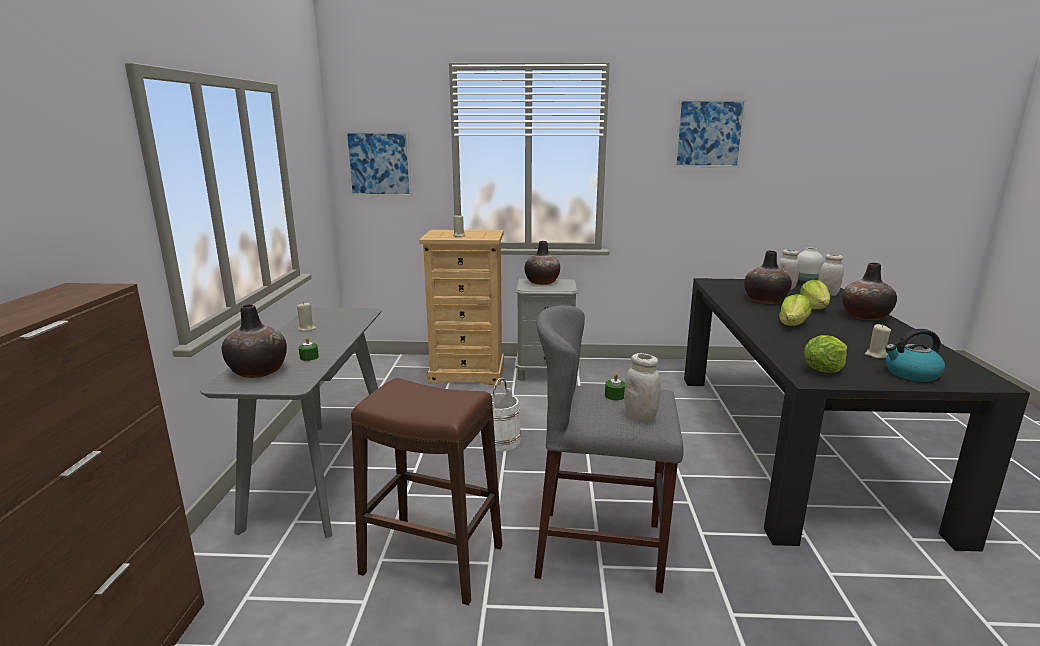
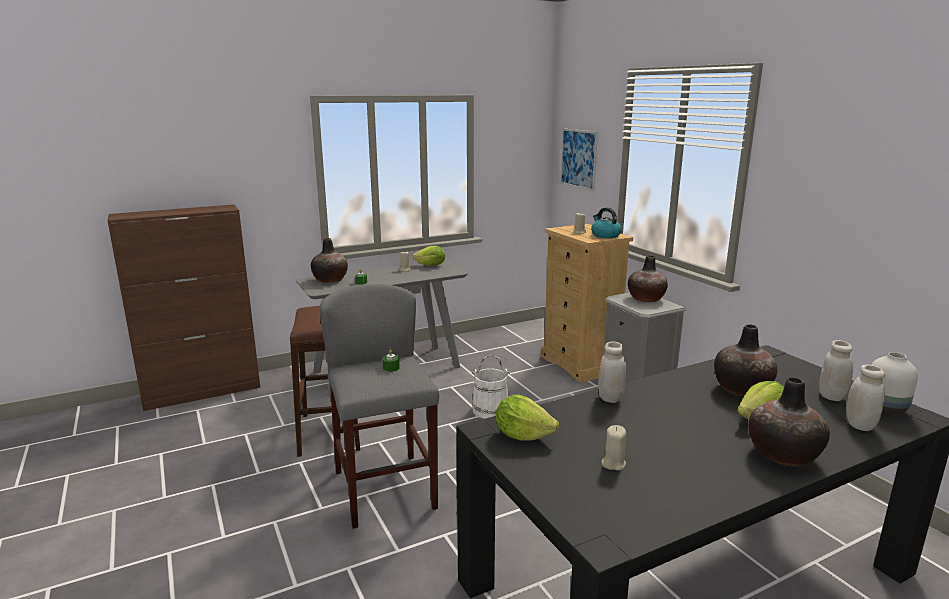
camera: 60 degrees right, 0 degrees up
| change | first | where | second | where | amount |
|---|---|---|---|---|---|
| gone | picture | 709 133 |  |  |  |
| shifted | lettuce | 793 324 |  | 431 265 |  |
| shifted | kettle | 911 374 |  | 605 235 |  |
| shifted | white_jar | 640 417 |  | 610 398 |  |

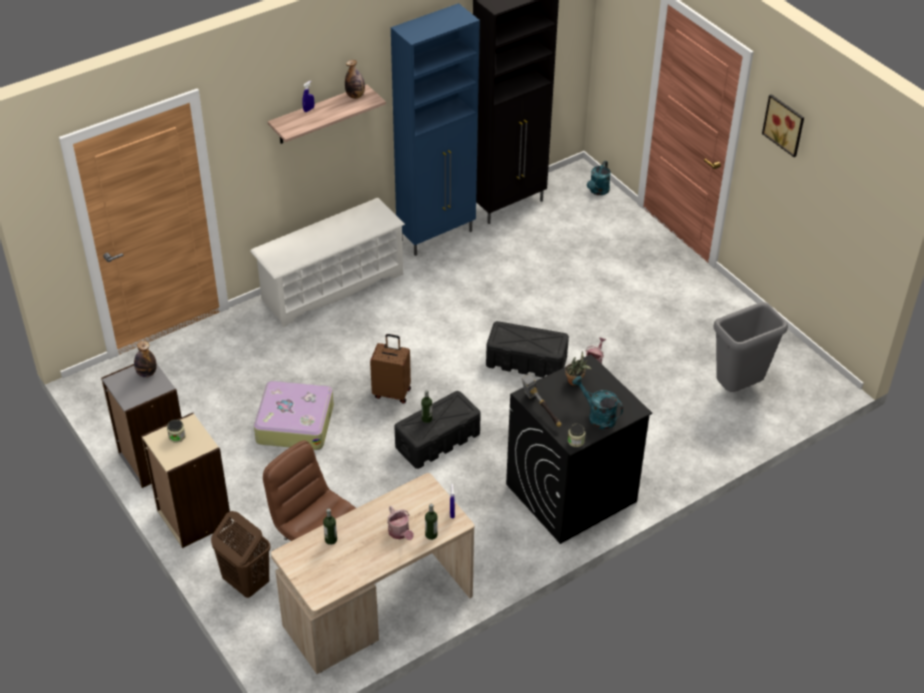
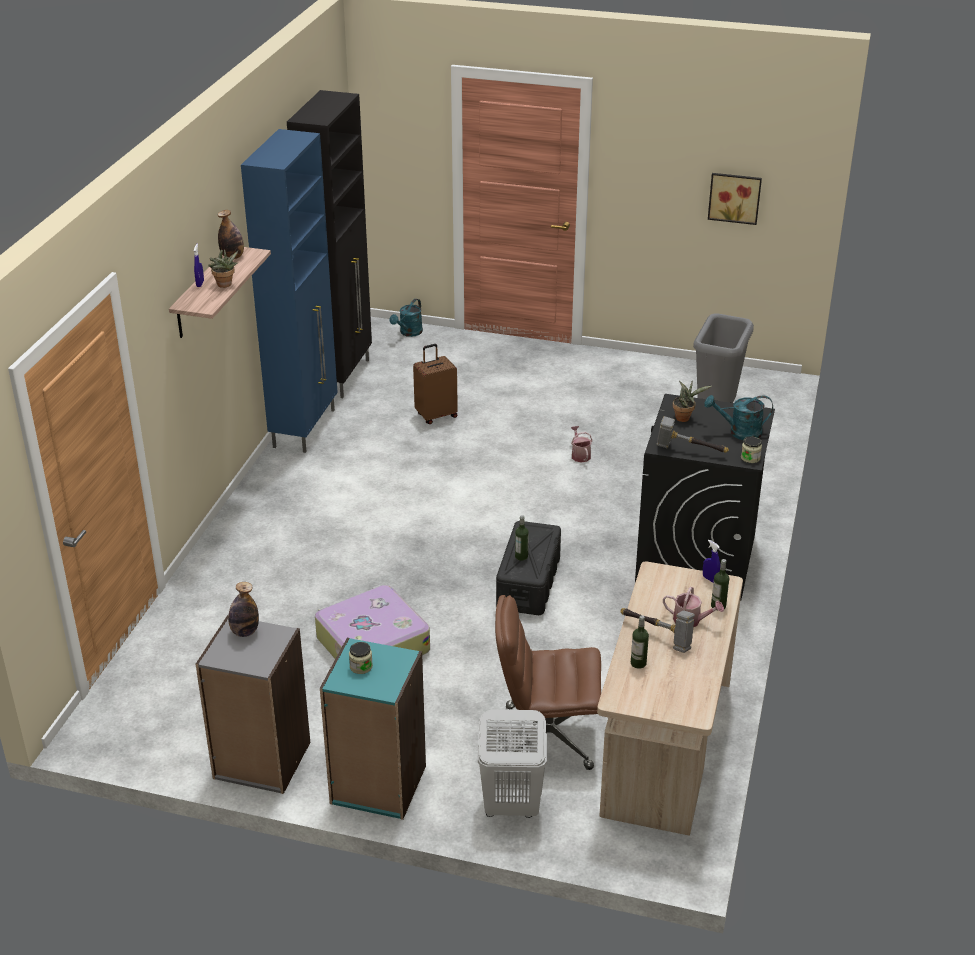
camera: 40 degrees left, 10 degrees down
| change | first | where | second | where | amount |
|---|---|---|---|---|---|
| shifted | picture | 785 124 |  | 734 197 |  |
| rotated | turquoise_watering_can | 598 191 |  | 408 333 | 45 degrees clockwise |
| gone | white_shoe_rack | 332 286 |  |  |  |
| gone | black_storage_box | 527 362 |  |  |  |
| shifted | brown_suitcase | 392 392 |  | 436 415 |  |
| repainted | beige_bookcase | 193 517 | turquoise_bookcase | 377 785 |  |
| repainted | brown_laundry_basket | 246 582 | white_laundry_basket | 510 806 |  |
| new |  |  | potted_plant | 225 285 |  |
| new |  |  | hammer | 657 636 |  |

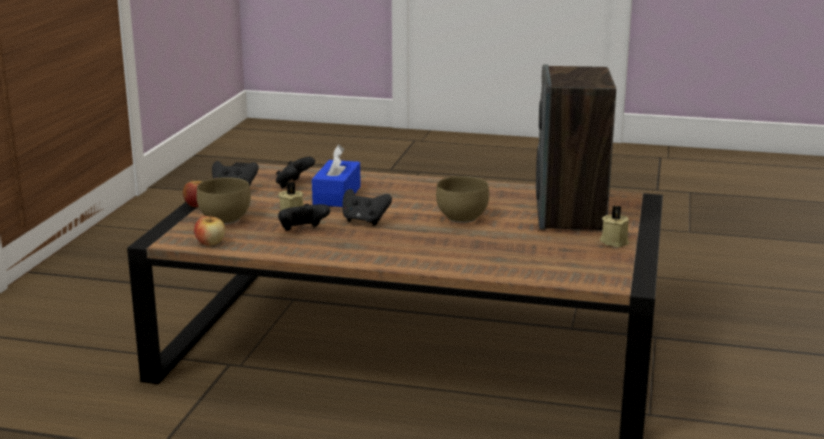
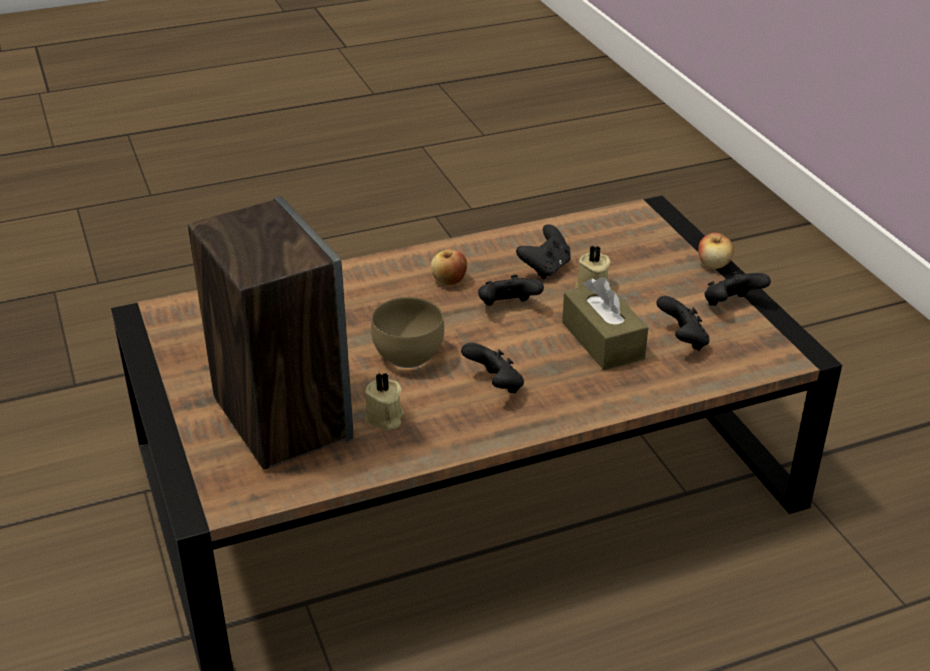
camera: 145 degrees right, 15 degrees up
| change | first | where | second | where | amount |
|---|---|---|---|---|---|
| repainted | blue_tissue_box | 337 195 | brown_tissue_box | 602 340 |  |
| gone | brown_bowl | 223 220 |  |  |  |
| shifted | beige_candle | 614 241 |  | 384 418 |  |
| shifted | apple | 210 243 |  | 449 281 |  |
| new |  |  | black_game_controller | 495 386 |  |

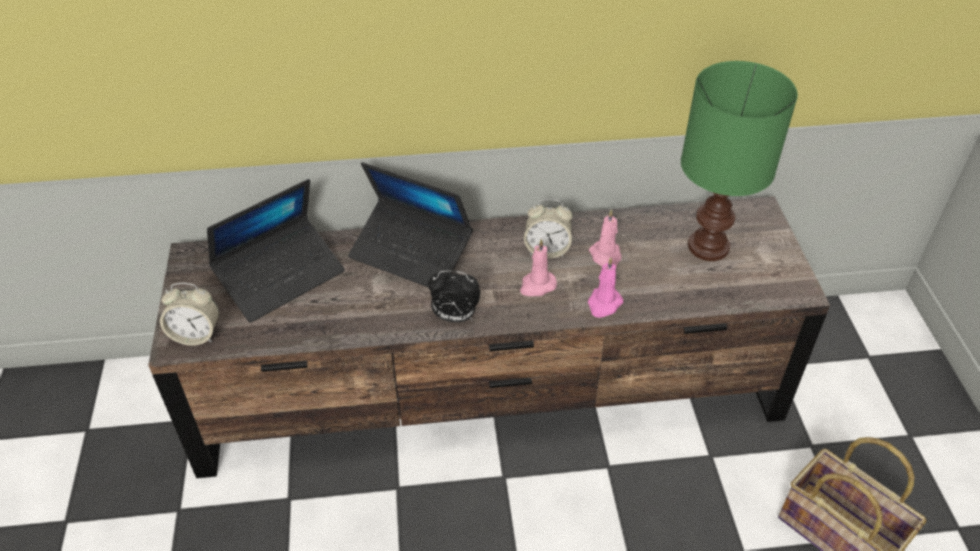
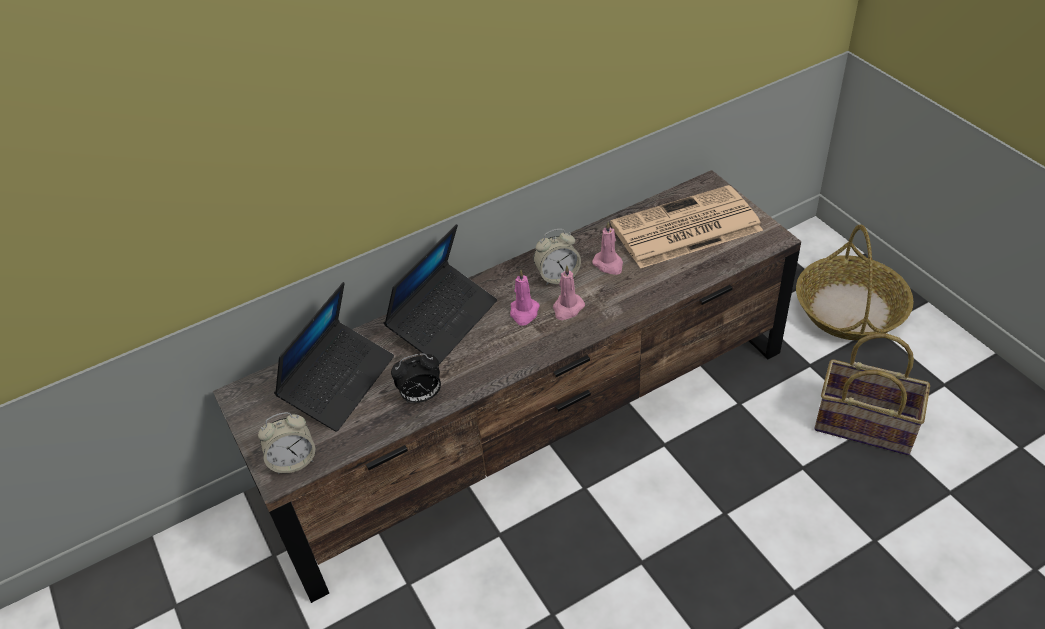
camera: 20 degrees left, 0 degrees up
| change | first | where | second | where | amount |
|---|---|---|---|---|---|
| swapped | green_table_lamp | 707 247 | newspaper | 684 229 |  |
| rotated | laptop | 411 253 |  | 443 320 | 60 degrees counterclockwise |
| shifted | pink_candle | 604 304 |  | 524 313 |  |
| shifted | alarm_clock | 454 317 |  | 421 397 |  |
| new |  |  | basket | 849 309 |  |

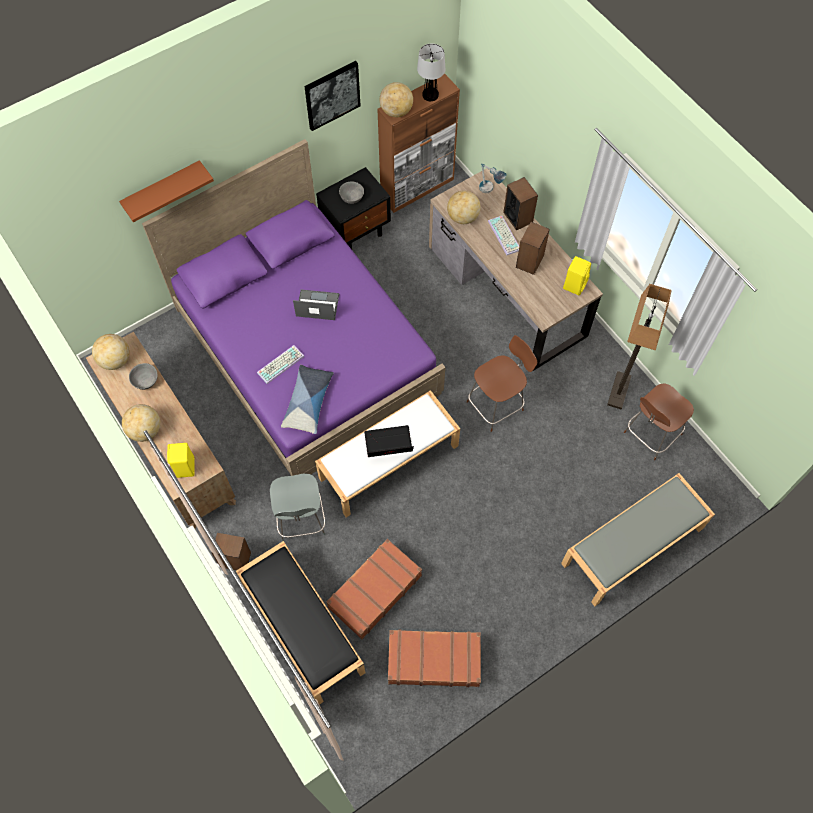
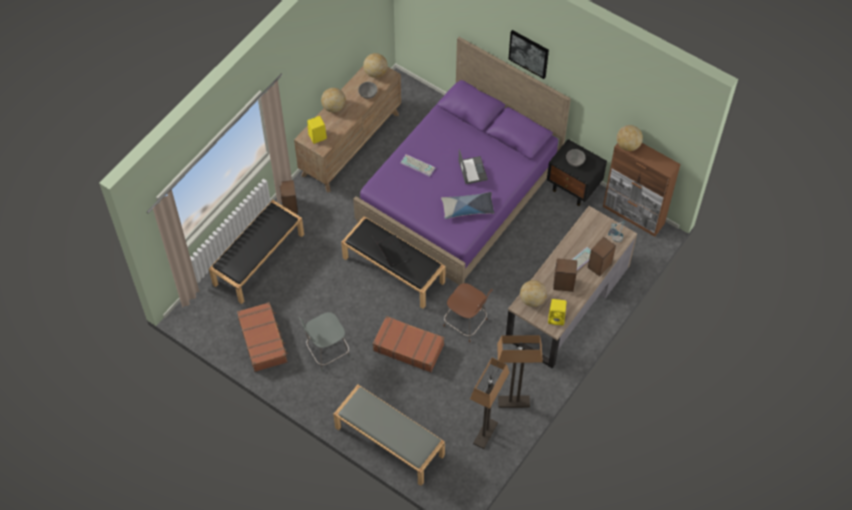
camera: 70 degrees right, 5 degrees down
| change | first | where | second | where | amount |
|---|---|---|---|---|---|
| gone | table_lamp | 430 95 |  |  |  |
| shifted | picture | 332 95 |  | 529 53 |  |
| gone | brown_shelf | 163 189 |  |  |  |
| shifted | globe | 462 217 |  | 532 300 |  |
| shifted | pillow | 308 402 |  | 467 208 |  |
| swapped | brown_chair | 651 434 | floor_lamp | 485 433 |  |
| repainted | white_bench | 389 461 | black_bench | 394 270 |  |
| shifted | grey_chair | 301 520 |  | 326 352 |  |
| shifted | brown_suitcase | 374 591 |  | 408 347 |  |

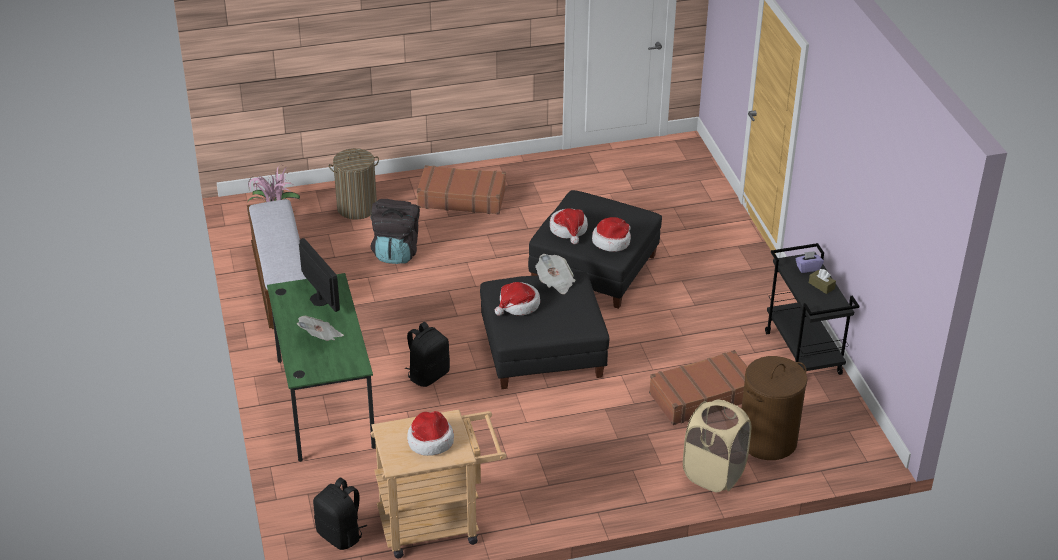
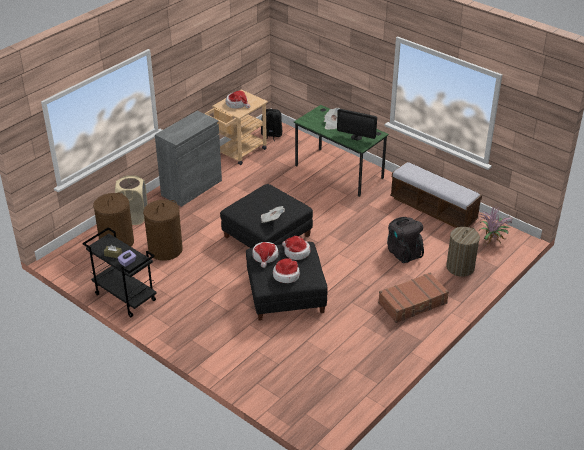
camera: 145 degrees right, 0 degrees up
| change | first | where | second | where | amount |
|---|---|---|---|---|---|
| shifted | hat | 518 305 |  | 286 275 |  |
| gone | black_backpack | 428 375 |  |  |  |
| swapped | brown_suitcase | 702 396 | brown_laundry_basket | 165 249 |  |
| new |  |  | grey_cabinet | 191 188 |  |

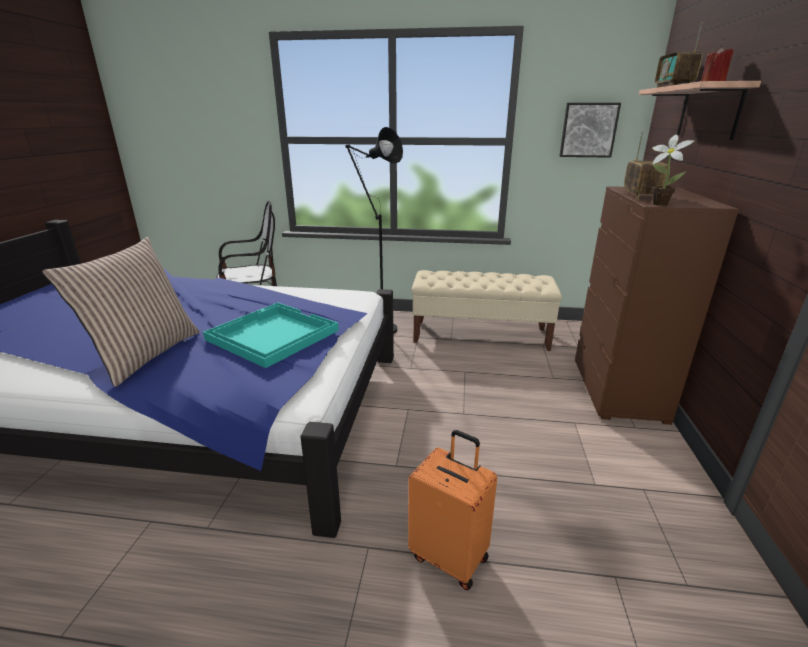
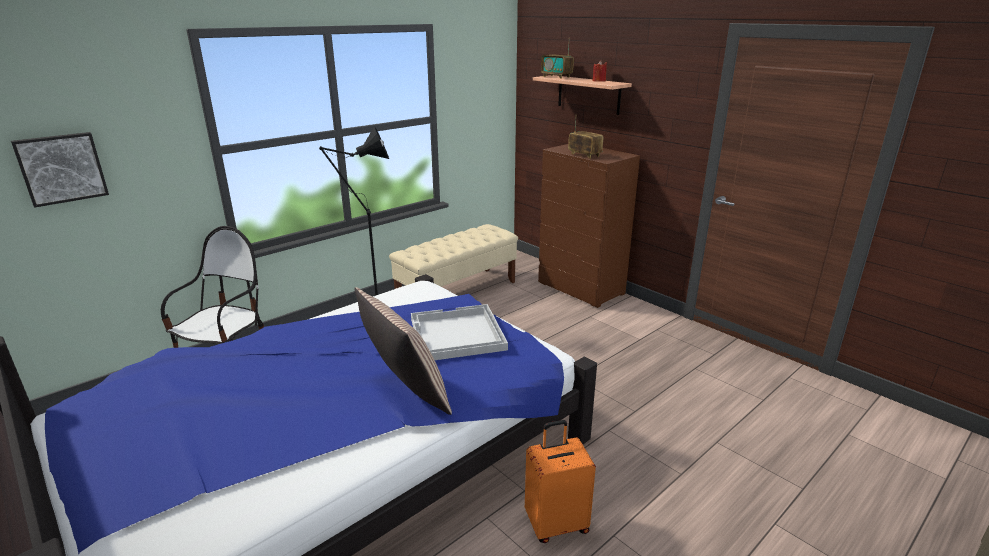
camera: 50 degrees left, 0 degrees up
| change | first | where | second | where | amount |
|---|---|---|---|---|---|
| shifted | picture | 588 130 |  | 61 168 |  |
| gone | potted_plant | 657 204 |  |  |  |
| repainted | turquoise_tray | 271 335 | white_tray | 456 335 |  |
| shifted | orange_suitcase | 450 556 |  | 556 524 |  |

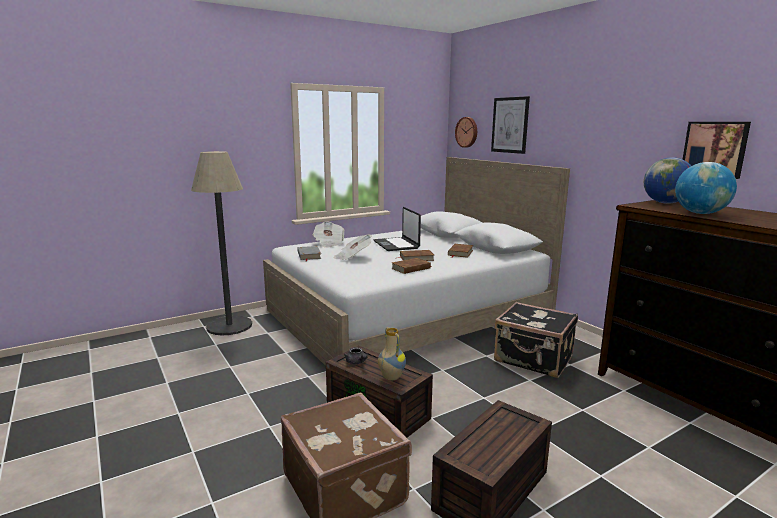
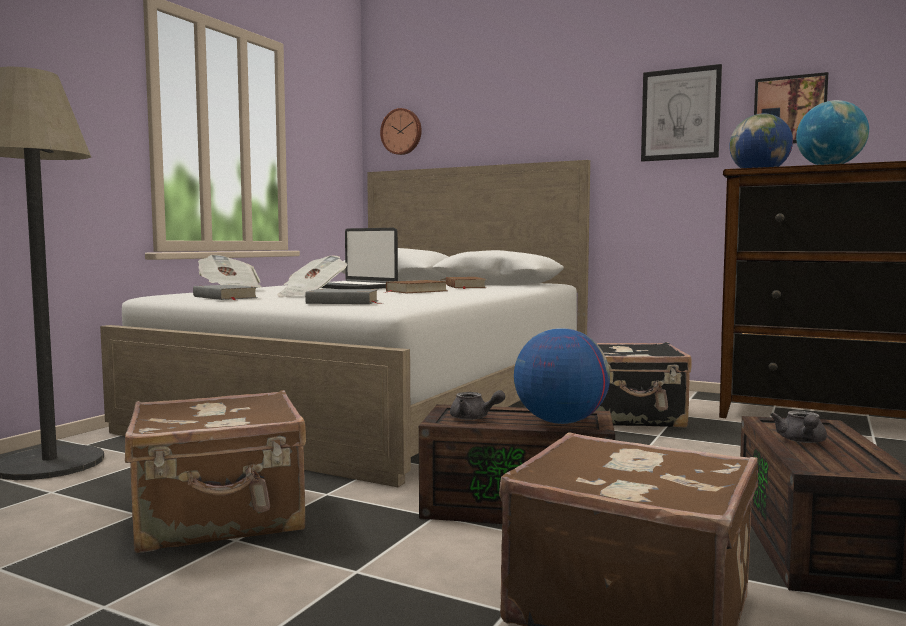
camera: 30 degrees left, 10 degrees down
| change | first | where | second | where | amount |
|---|---|---|---|---|---|
| shifted | picture | 510 125 |  | 680 114 |  |
| gone | brown_book | 411 268 |  |  |  |
| swapped | vase | 390 377 | globe | 560 422 |  |
| new |  |  | grey_book | 343 302 |  |
| new |  |  | brown_suitcase | 221 519 |  |
| new |  |  | grey_teapot | 801 441 |  |

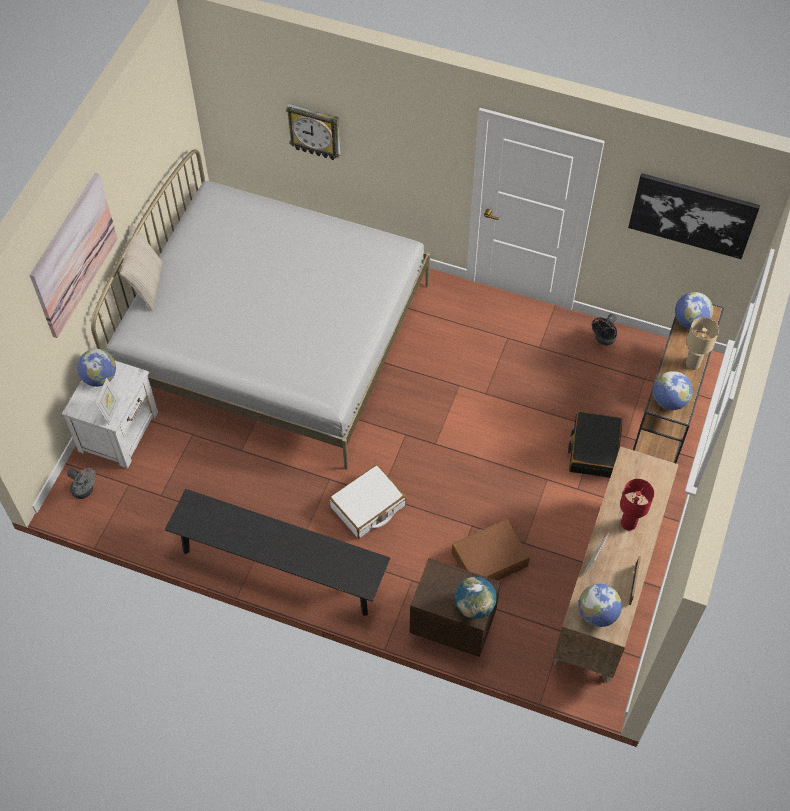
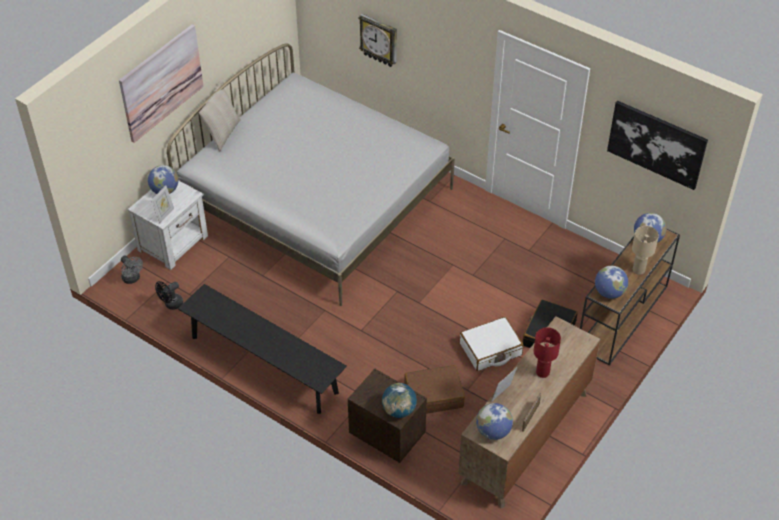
camera: 15 degrees right, 10 degrees down
| change | first | where | second | where | amount |
|---|---|---|---|---|---|
| shifted | black_fan | 603 340 |  | 171 304 |  |
| shifted | white_suitcase | 368 507 |  | 490 350 |  |

